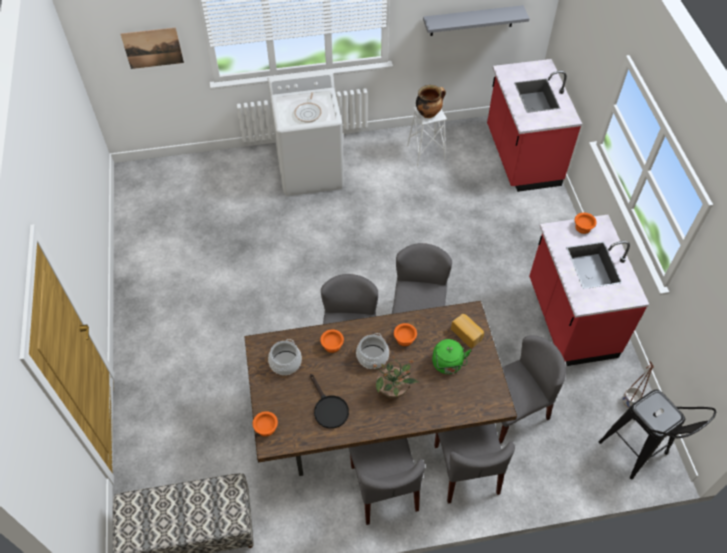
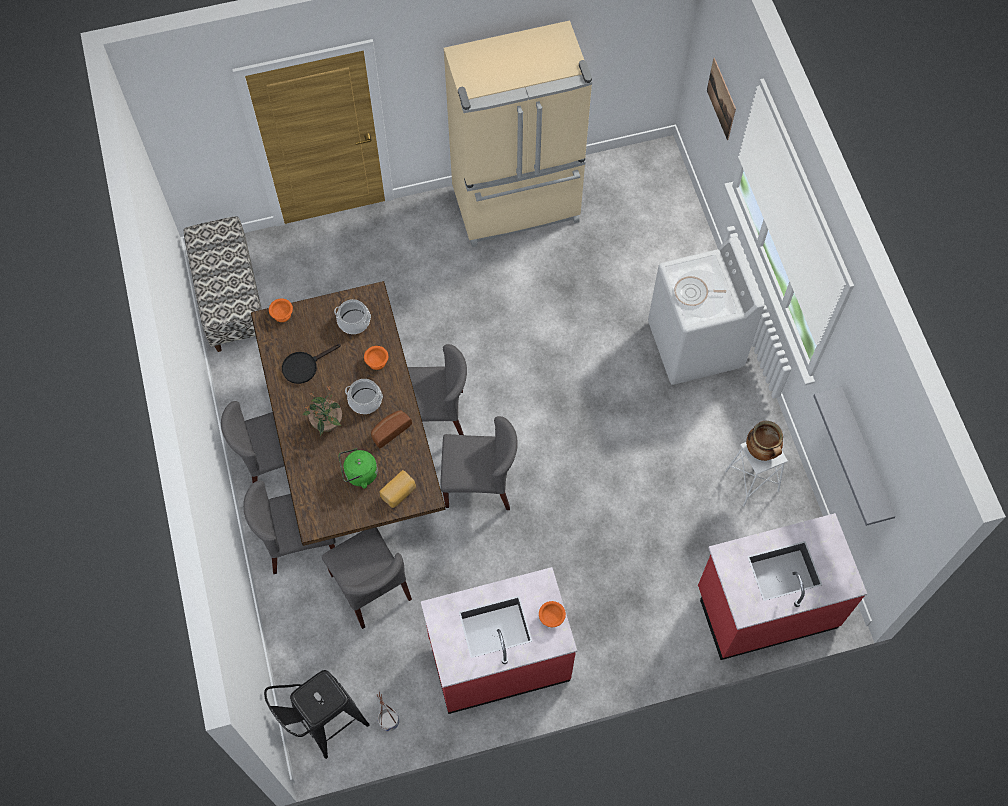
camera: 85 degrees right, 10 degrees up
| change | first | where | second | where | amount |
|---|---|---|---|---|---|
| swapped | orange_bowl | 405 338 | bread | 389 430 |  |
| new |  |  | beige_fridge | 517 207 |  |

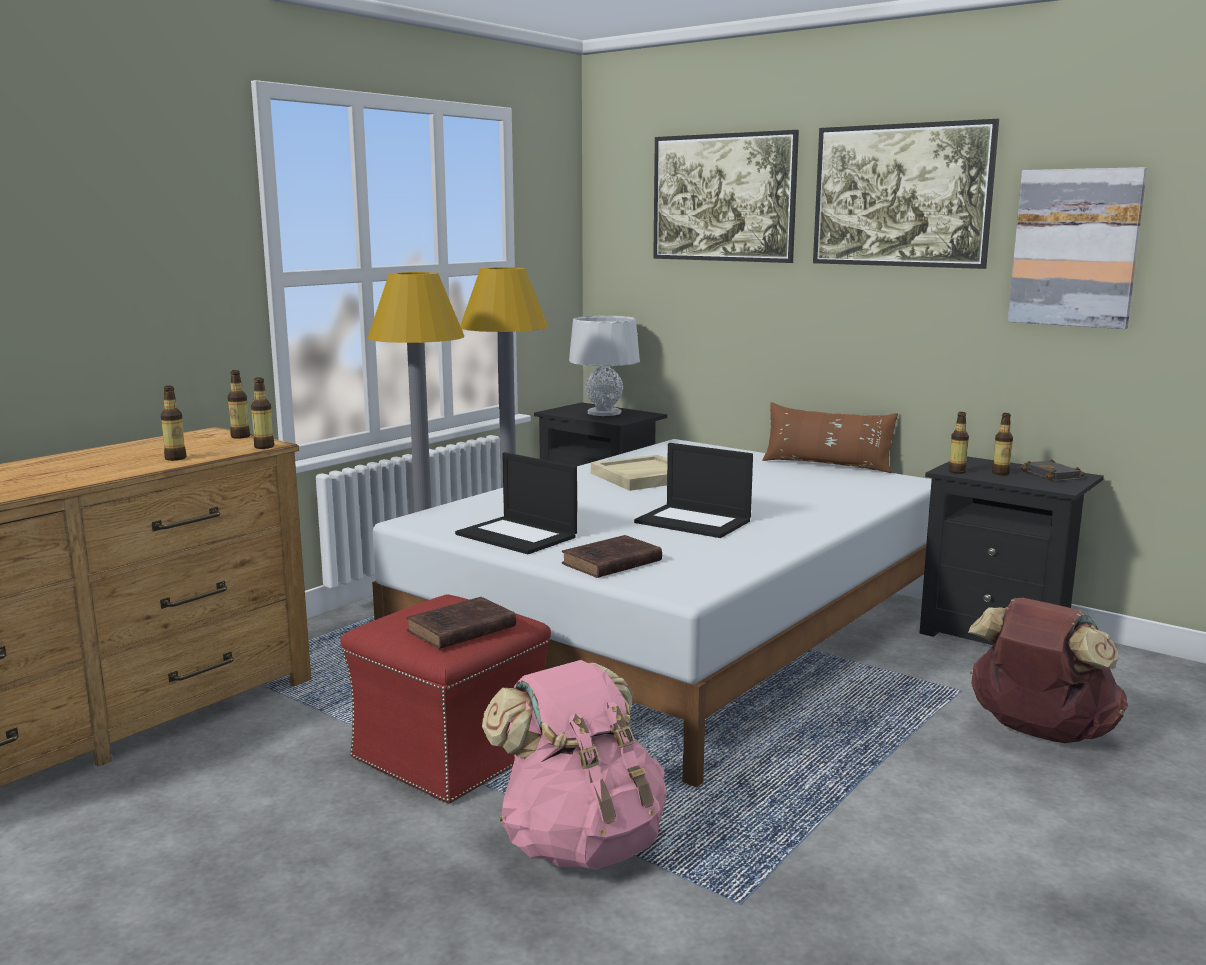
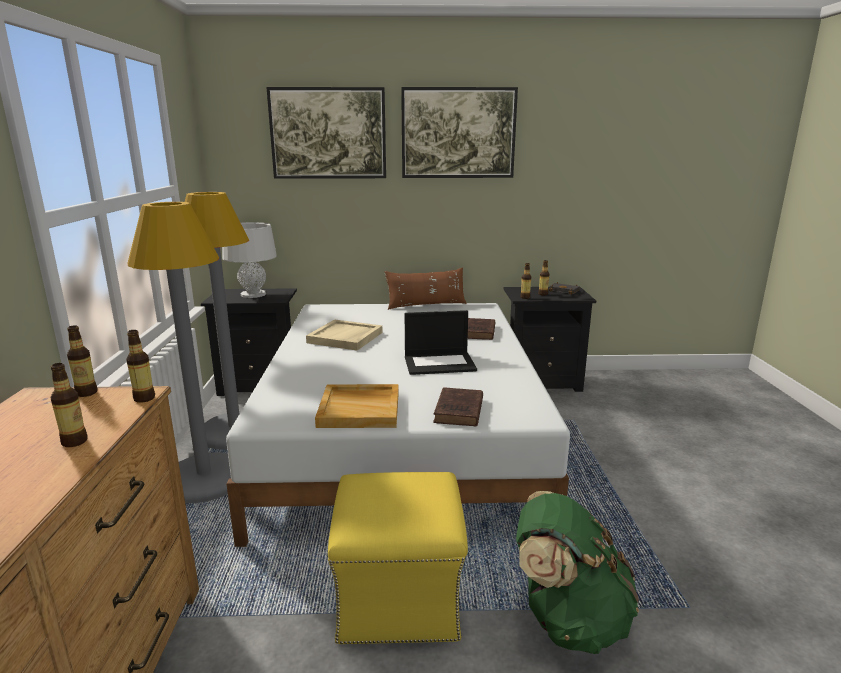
camera: 40 degrees left, 5 degrees up
| change | first | where | second | where | amount |
|---|---|---|---|---|---|
| gone | picture | 1075 248 |  |  |  |
| swapped | laptop | 518 536 | beige_tray | 360 409 |  |
| repainted | red_ottoman | 452 754 | yellow_ottoman | 400 597 |  |
| shifted | brown_book | 459 630 |  | 478 332 |  |
| gone | brown_backpack | 1039 732 |  |  |  |
| repainted | pink_backpack | 580 842 | green_backpack | 567 618 |  |

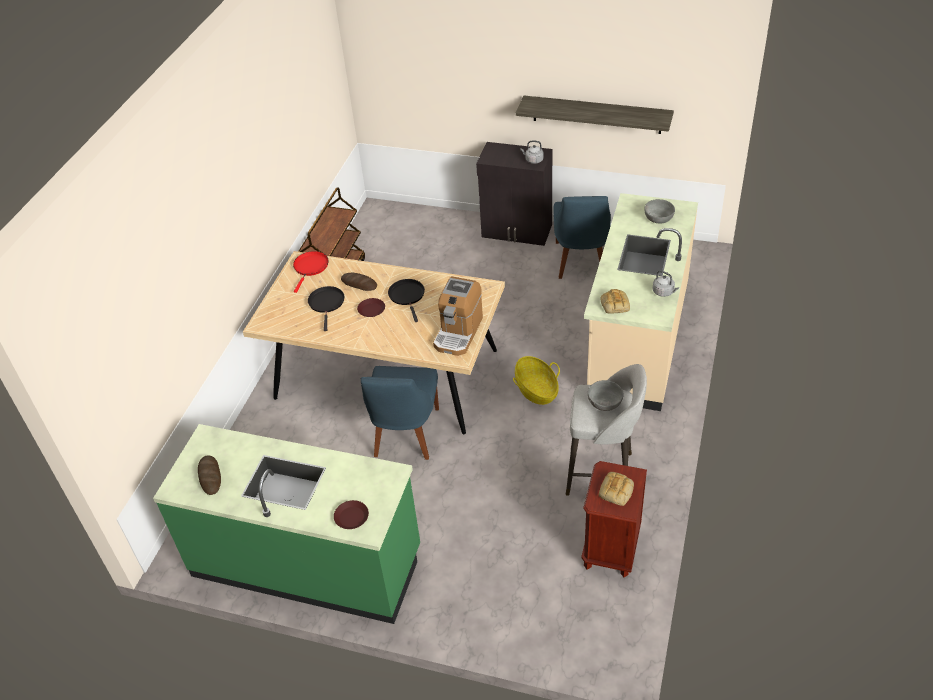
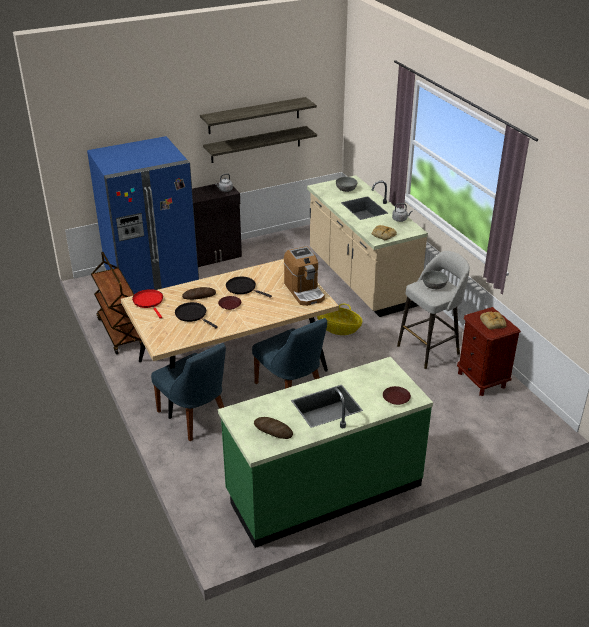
camera: 45 degrees left, 10 degrees down
| change | first | where | second | where | amount |
|---|---|---|---|---|---|
| shifted | blue_chair | 581 262 |  | 195 418 |  |
| new |  |  | shelf | 254 115 |  |
| new |  |  | blue_fridge | 152 280 |  |

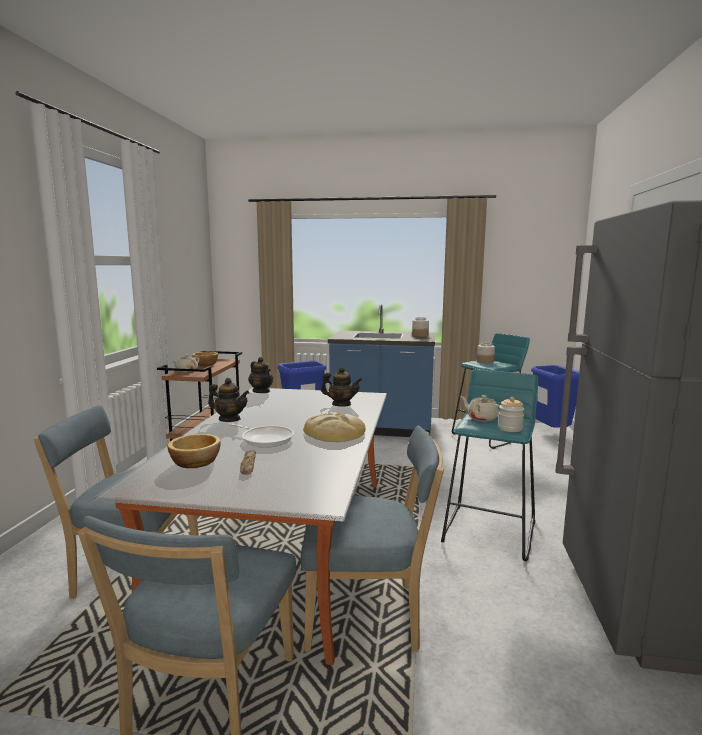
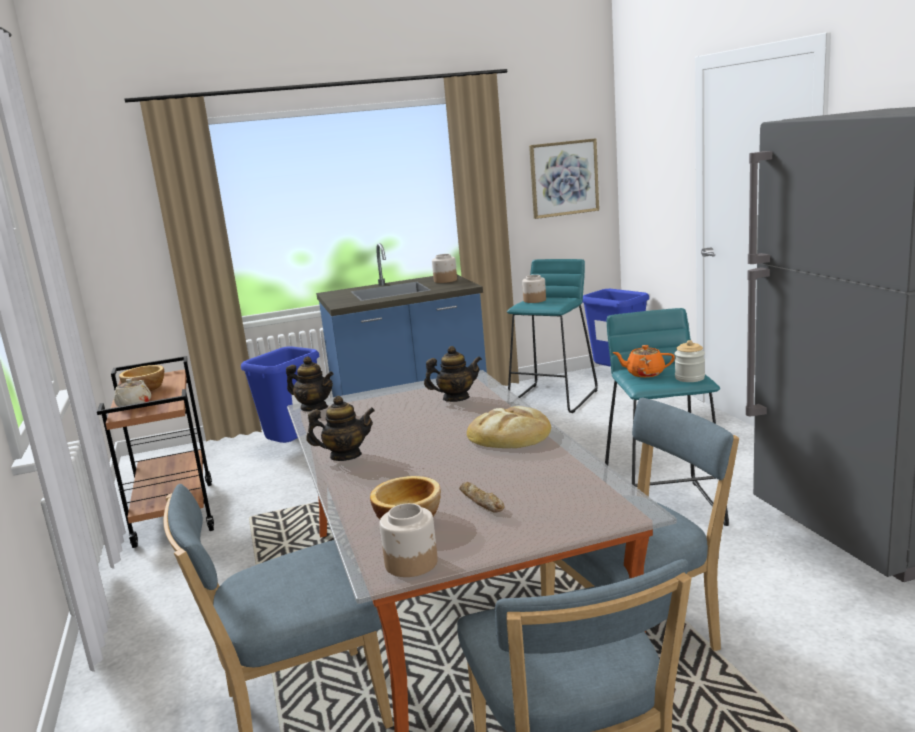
camera: 25 degrees left, 5 degrees up
| change | first | where | second | where | amount |
|---|---|---|---|---|---|
| repainted | beige_teapot | 481 418 | orange_teapot | 644 373 |  |
| gone | frying_pan | 265 439 |  |  |  |
| new |  |  | picture | 564 178 |  |
| new |  |  | jar | 412 563 |  |

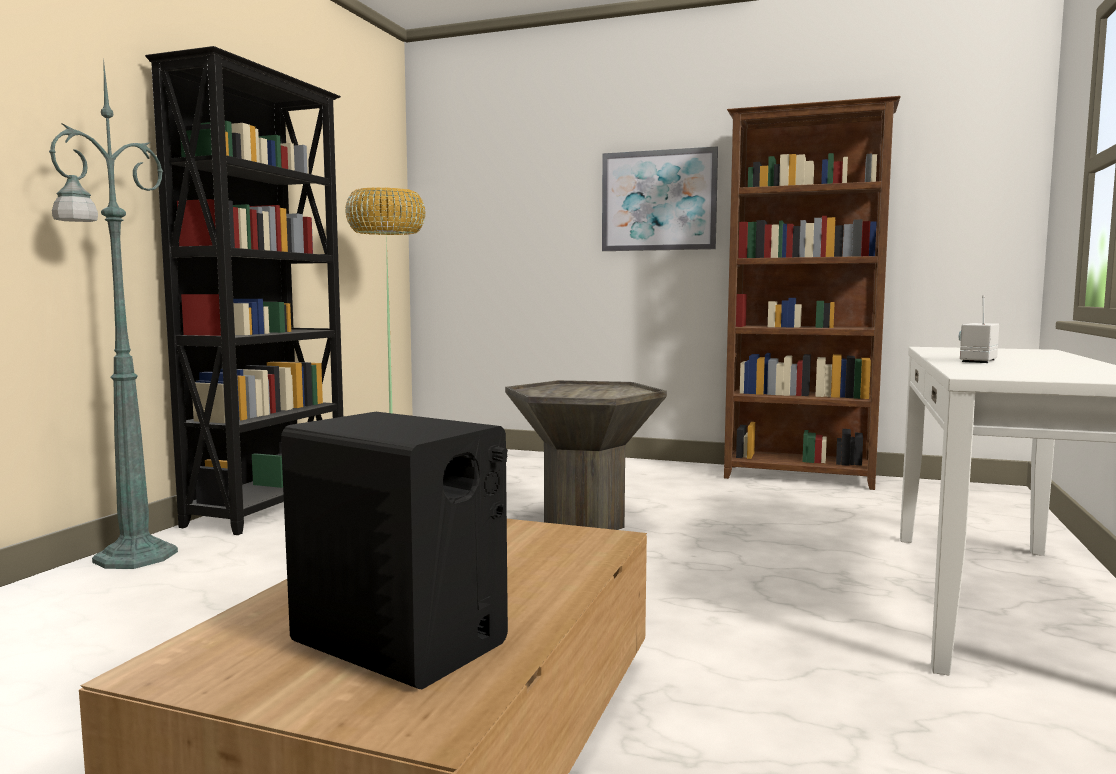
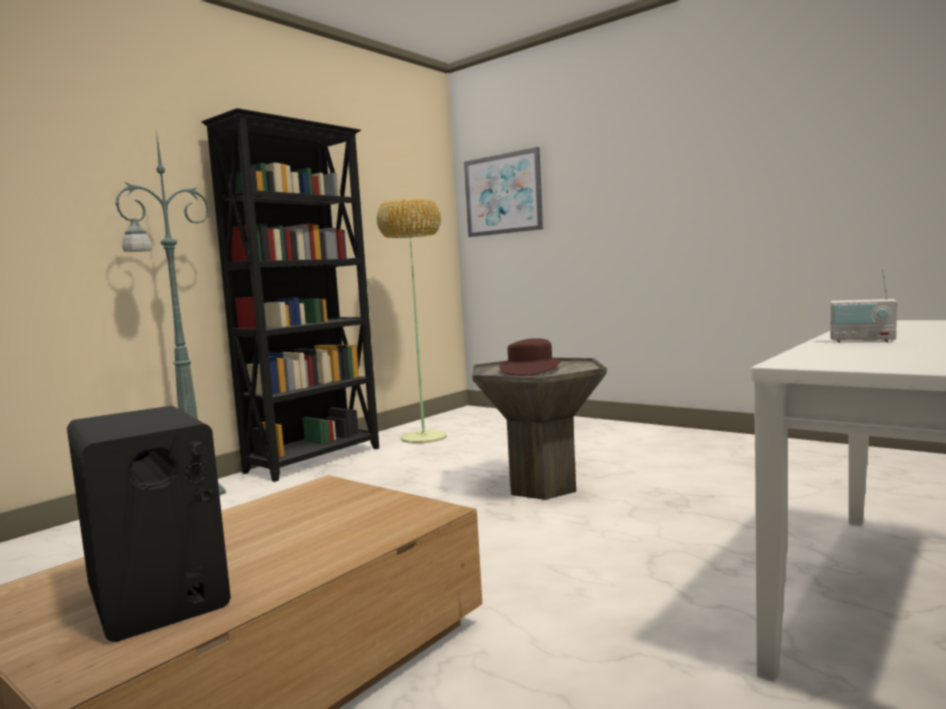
camera: 20 degrees right, 0 degrees up
| change | first | where | second | where | amount |
|---|---|---|---|---|---|
| gone | brown_bookcase | 799 478 |  |  |  |
| shifted | picture | 658 200 |  | 503 194 |  |
| rotated | radio | 977 361 |  | 862 341 | 120 degrees counterclockwise |
| new |  |  | brown_hat | 530 370 |  |

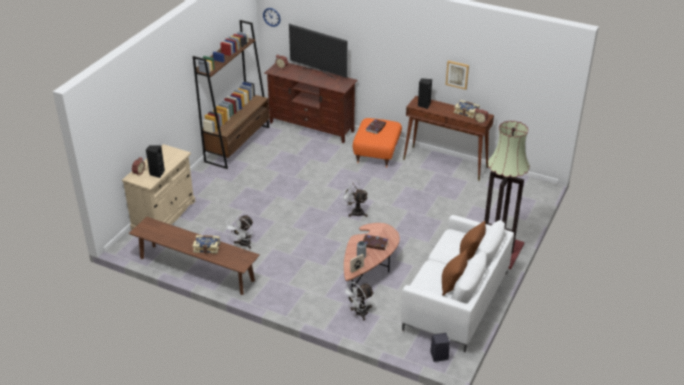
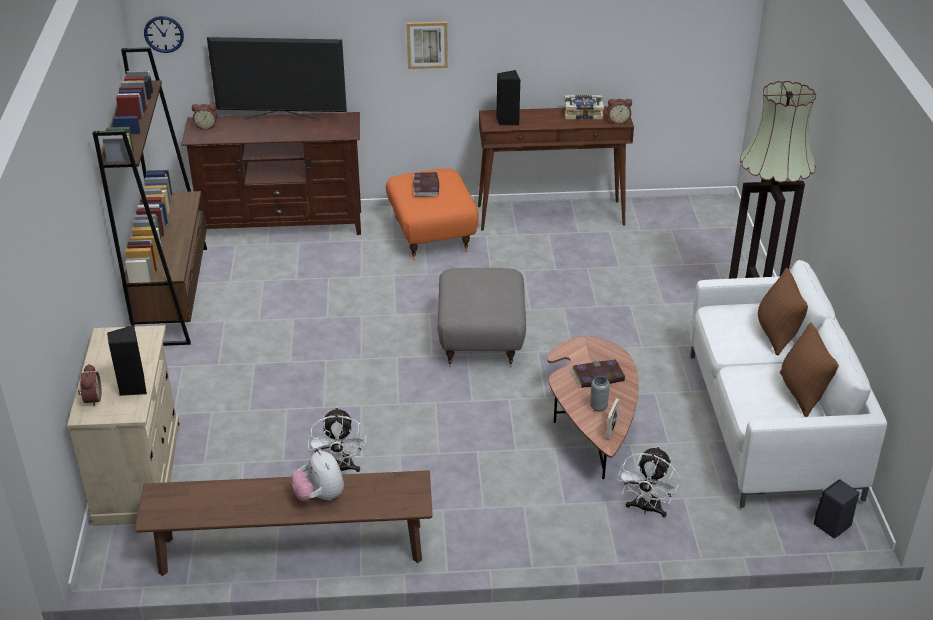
camera: 30 degrees left, 0 degrees up
| change | first | where | second | where | amount |
|---|---|---|---|---|---|
| shifted | picture | 457 74 |  | 427 44 |  |
| swapped | white_fan | 354 212 | grey_ottoman | 482 340 |  |
| swapped | book | 207 247 | plush_toy | 320 496 |  |

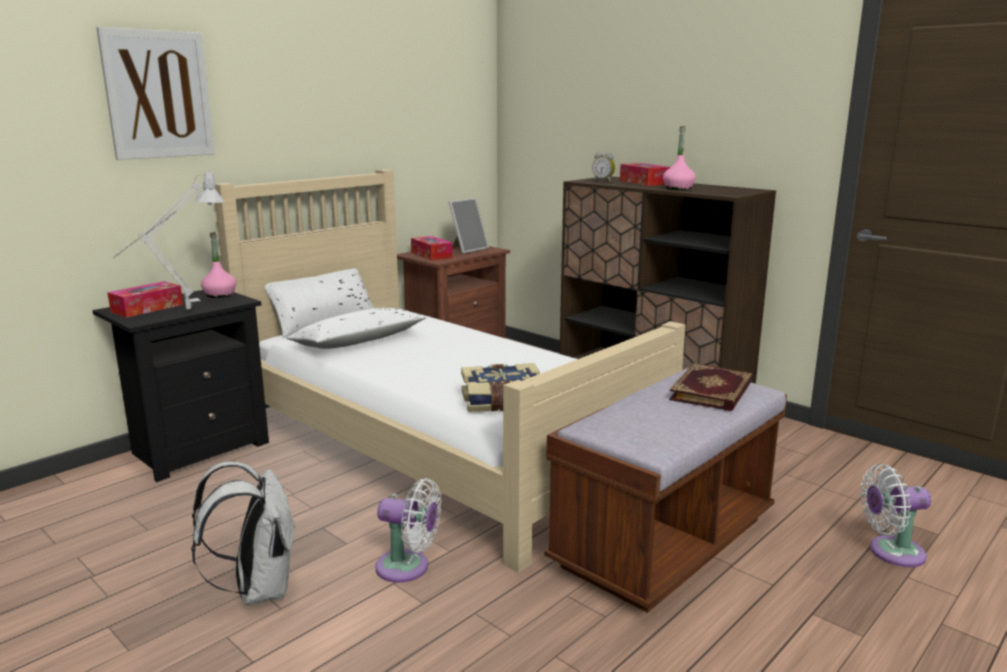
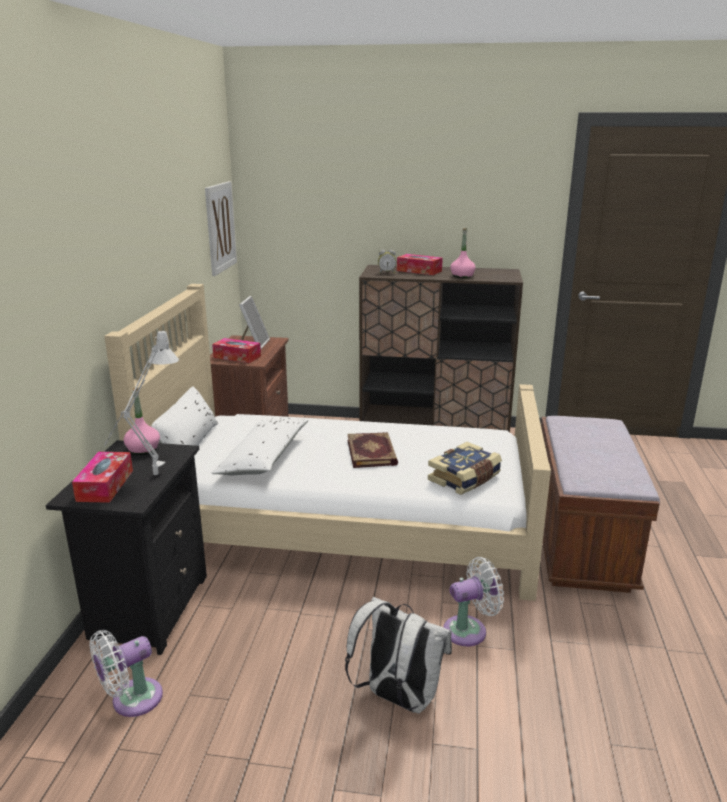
camera: 35 degrees left, 5 degrees up
| change | first | where | second | where | amount |
|---|---|---|---|---|---|
| shifted | picture | 158 95 |  | 220 227 |  |
| shifted | book | 713 391 |  | 372 452 |  |
| shifted | white_fan | 891 552 |  | 132 700 |  |

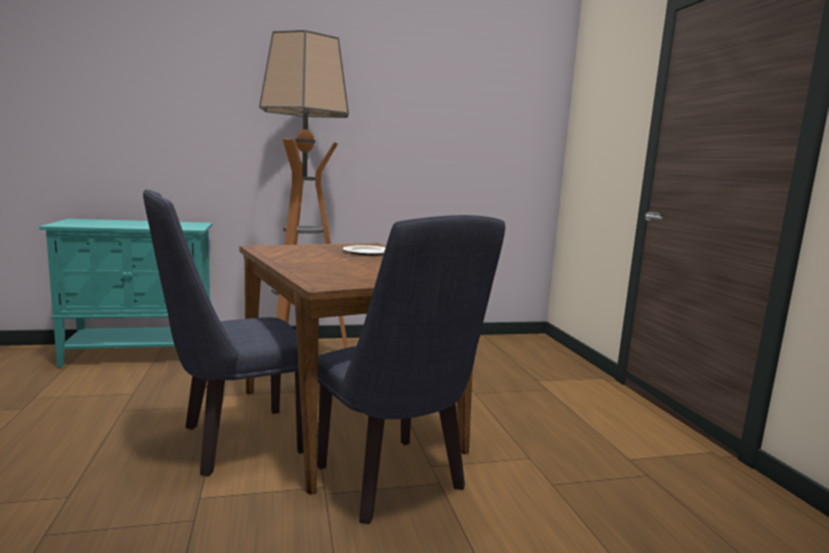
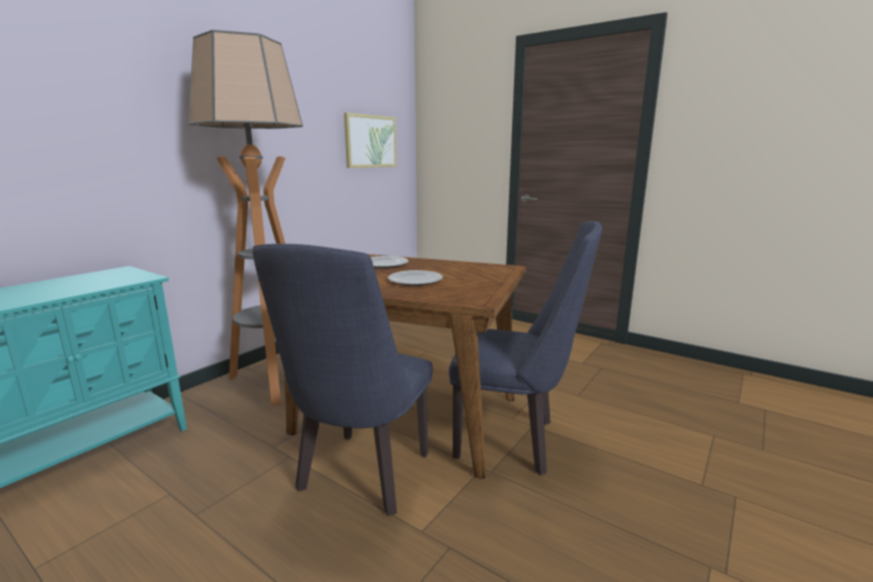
camera: 40 degrees left, 5 degrees up
| change | first | where | second | where | amount |
|---|---|---|---|---|---|
| new |  |  | picture | 370 141 |  |
| new |  |  | plate | 416 280 |  |

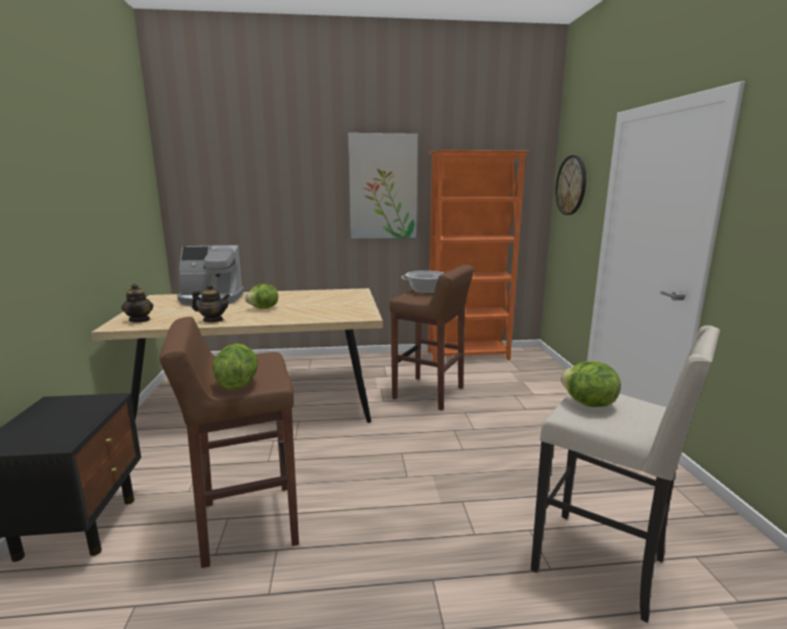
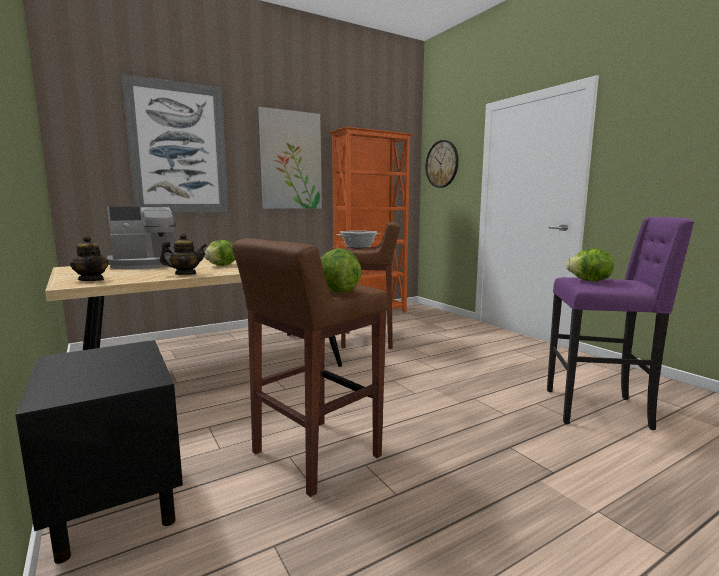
camera: 25 degrees left, 5 degrees down
| change | first | where | second | where | amount |
|---|---|---|---|---|---|
| repainted | beige_stool | 602 565 | purple_stool | 599 409 |  |
| new |  |  | picture | 179 149 |  |

